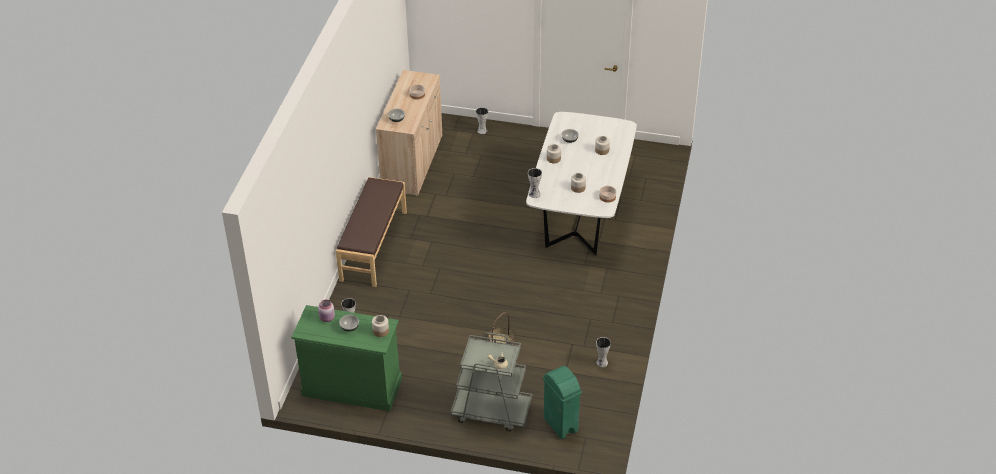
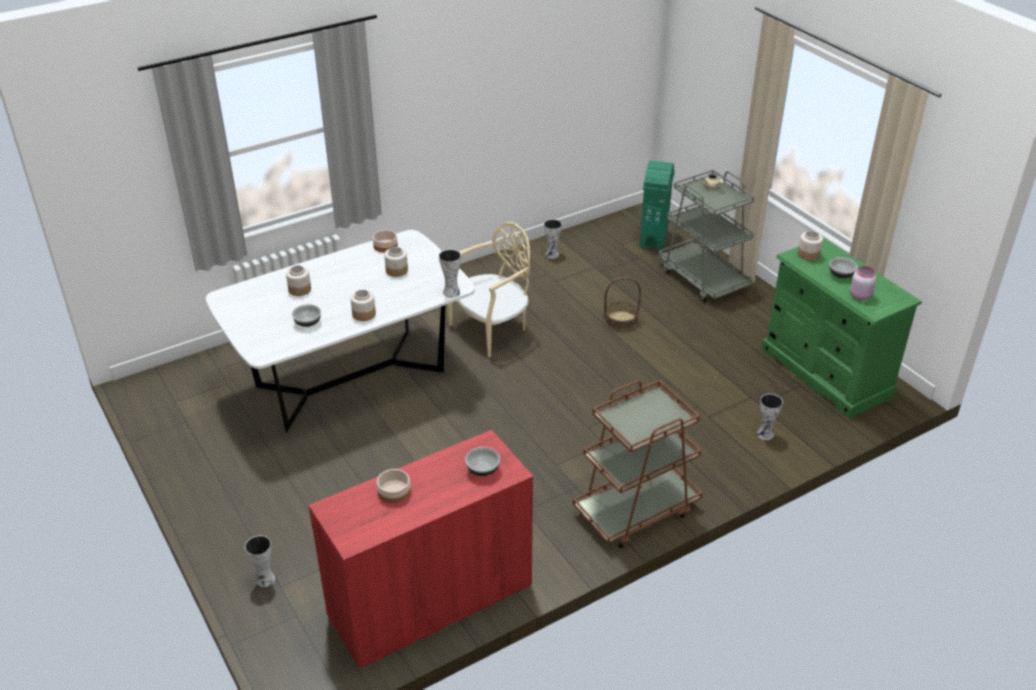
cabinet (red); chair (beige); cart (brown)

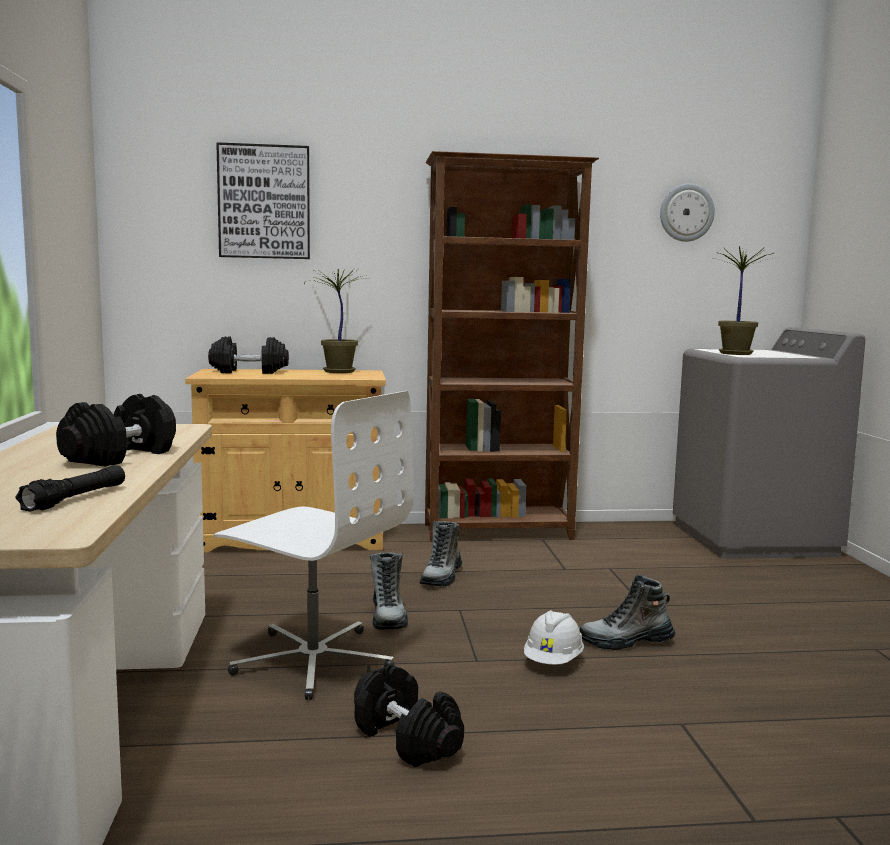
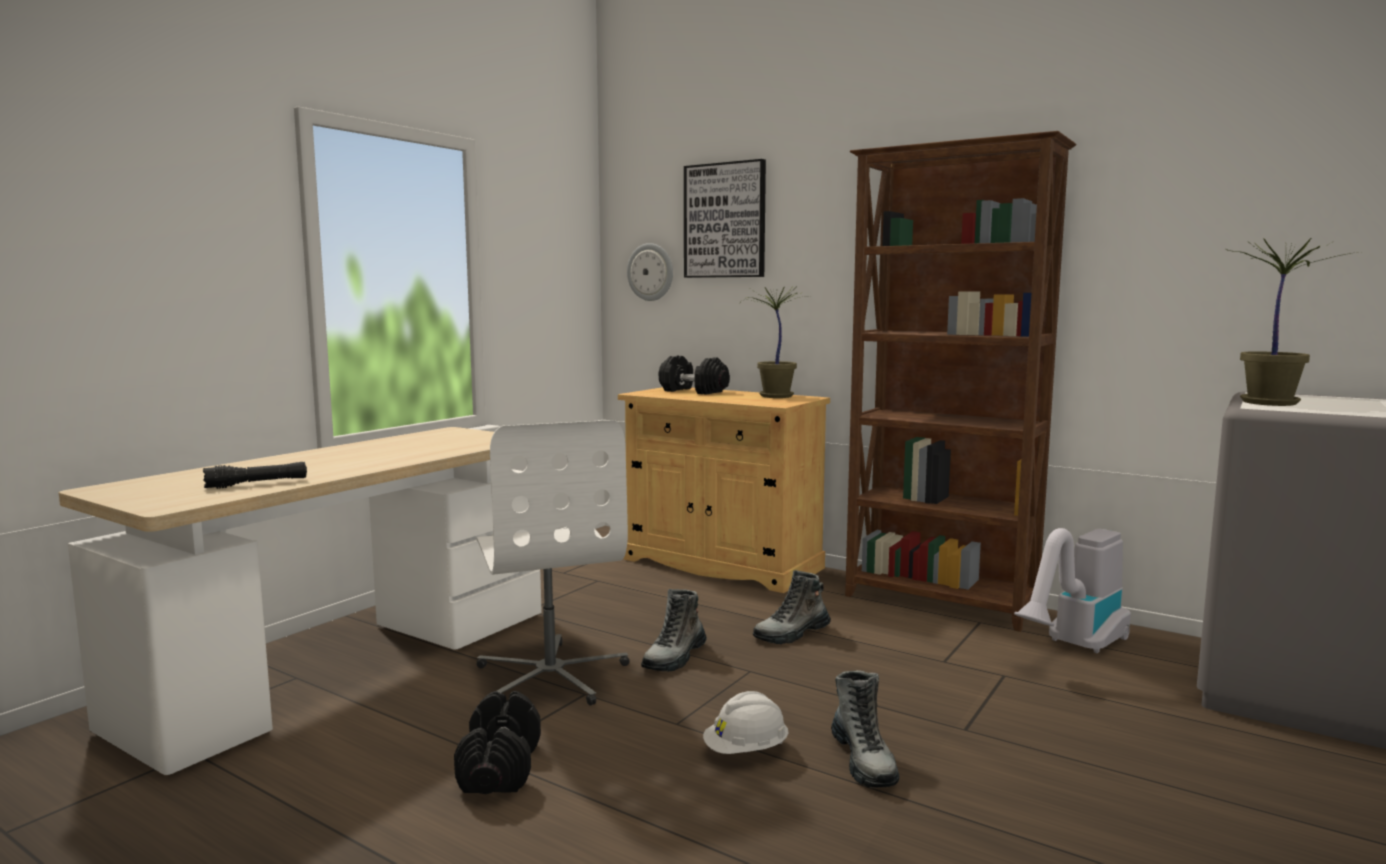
wall clock; boot (3rd from left); vacuum cleaner; dumbbell (black) (1st from left in the first image)

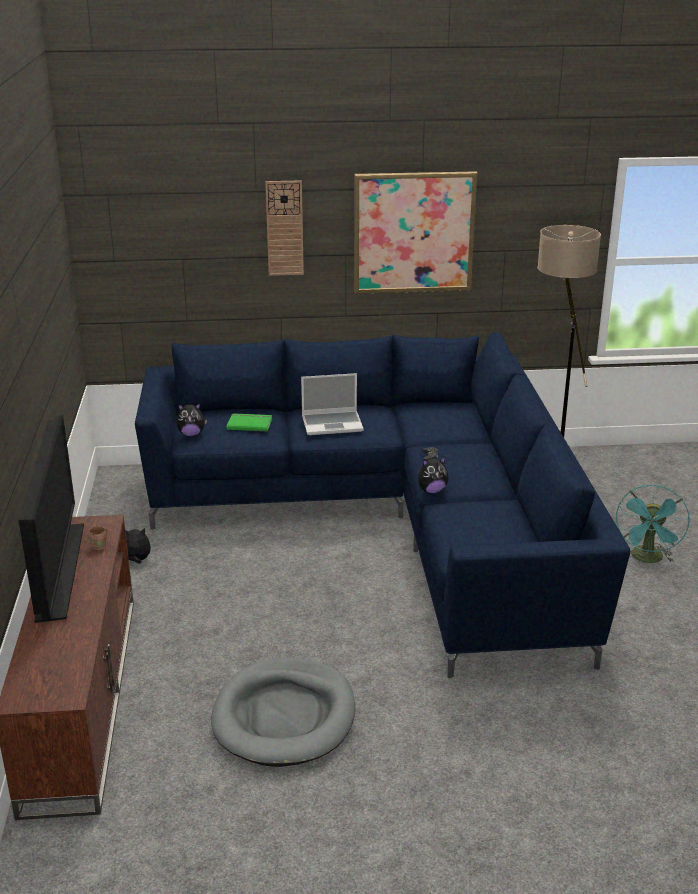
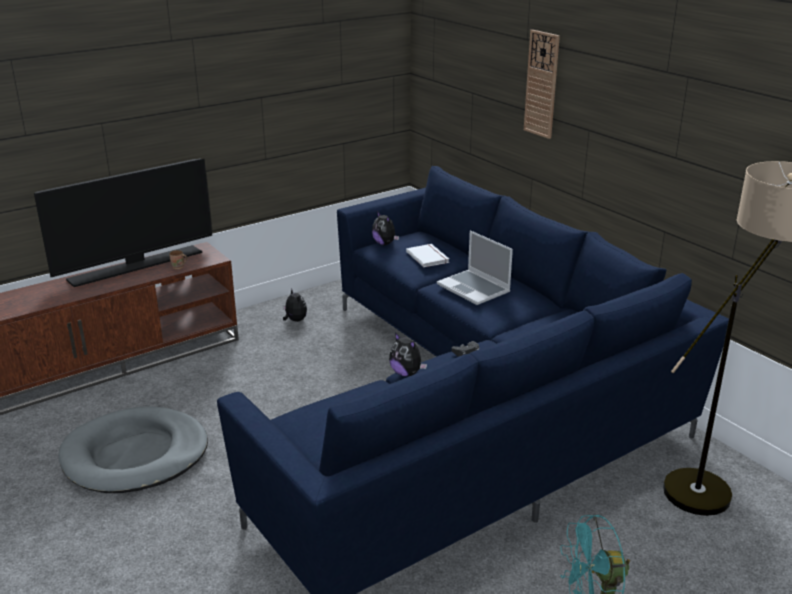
book (white); picture

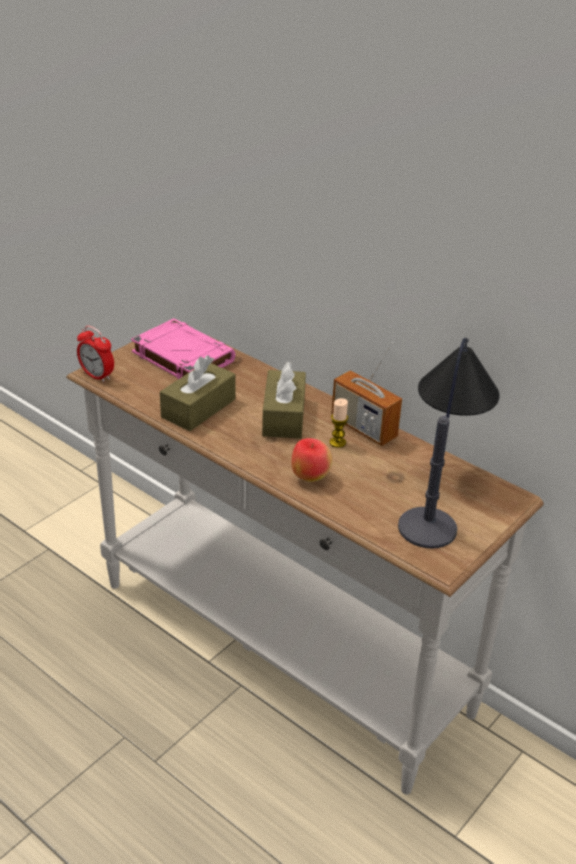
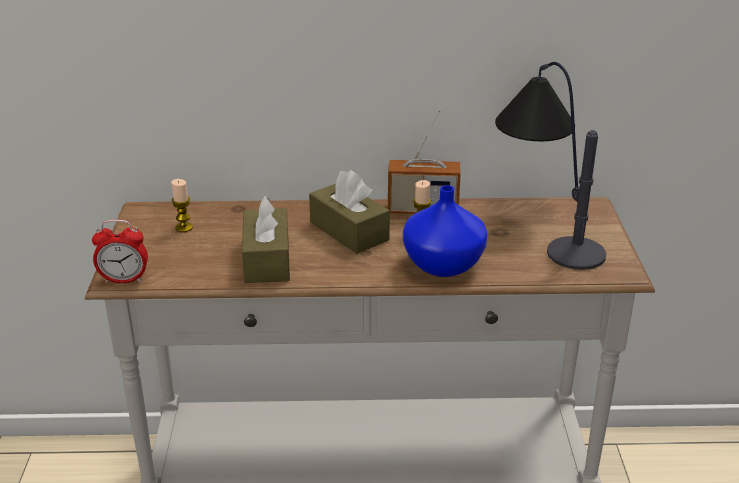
candle (1st from left); vase (blue)

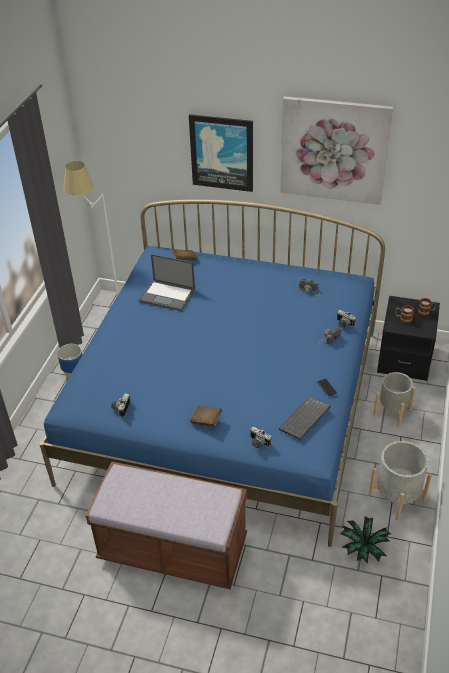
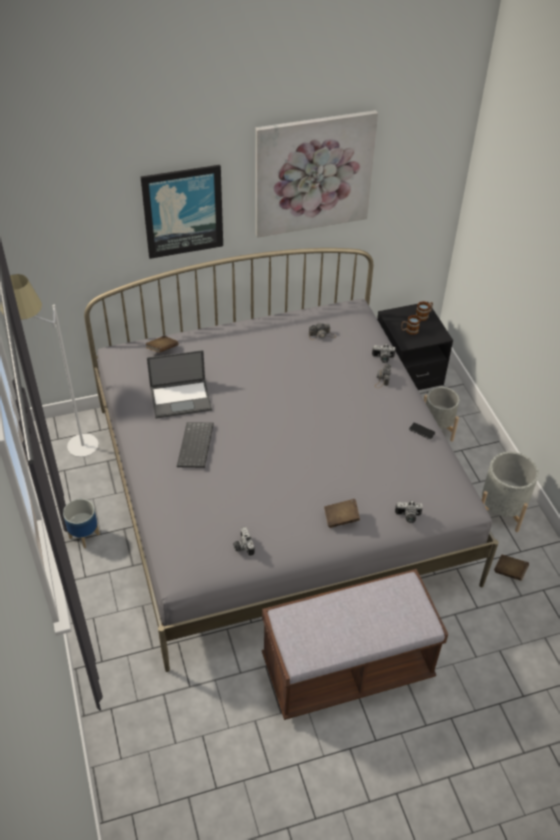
bed (grey); keyboard; book (brown) (3rd from left)

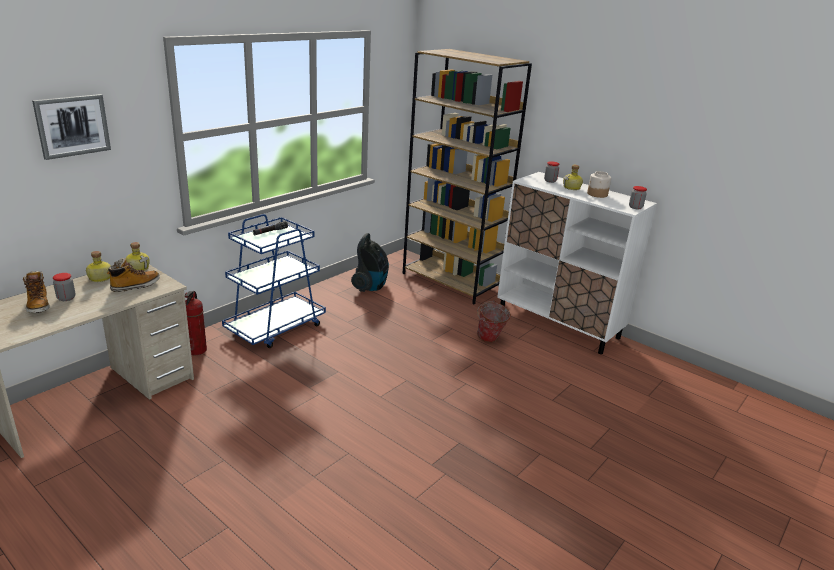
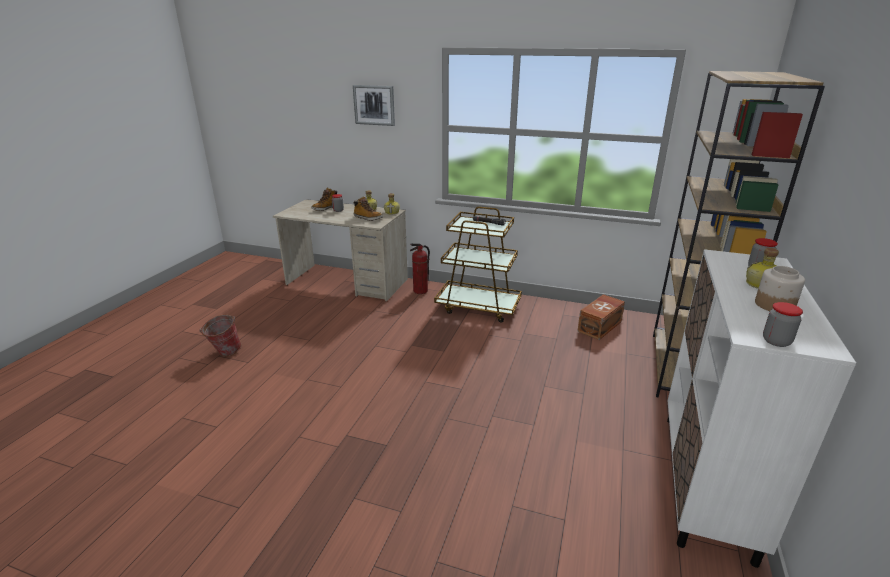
bucket; cart (brown); storage box (brown)

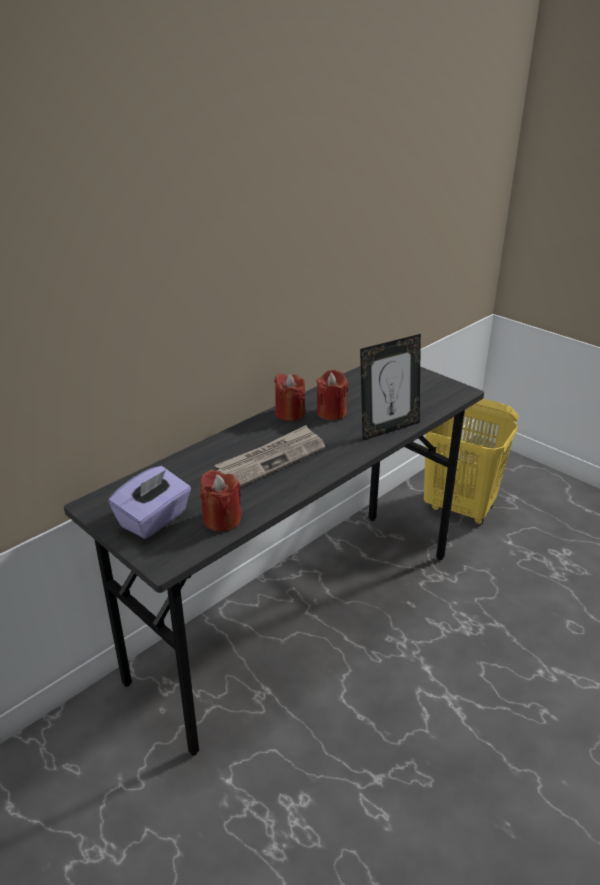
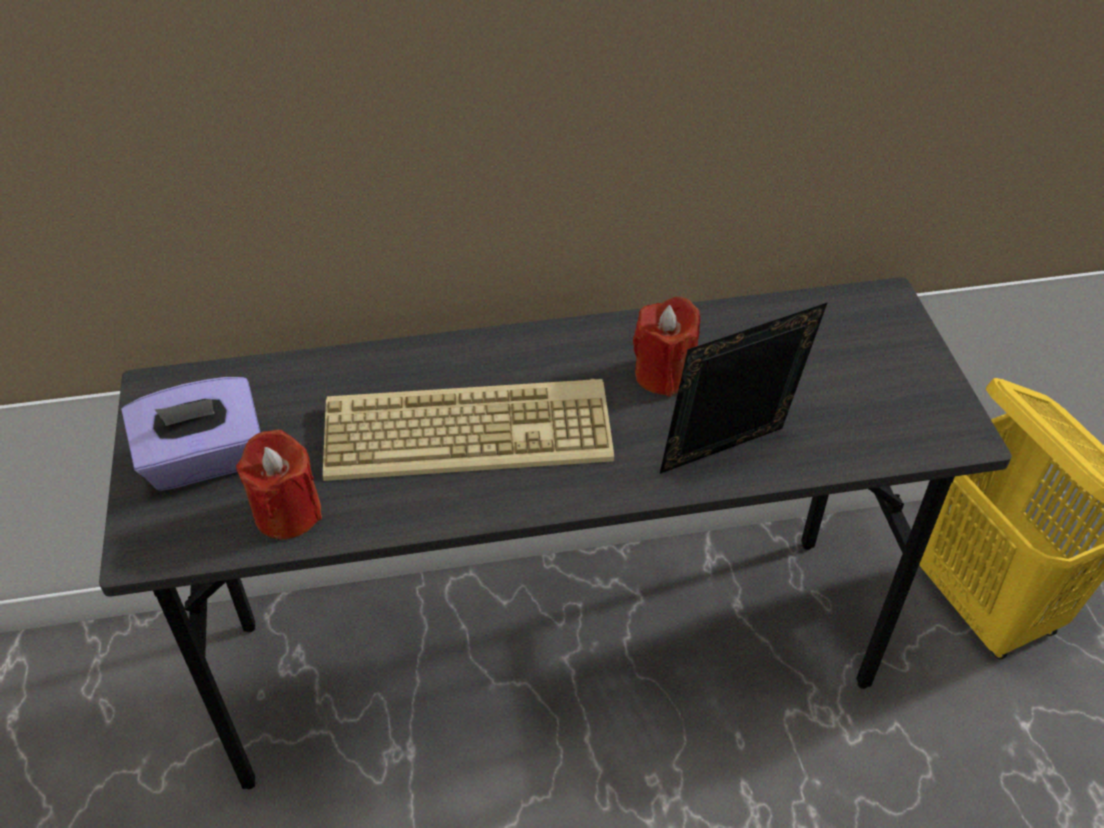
keyboard; picture frame; candle (red) (2nd from left in the first image)

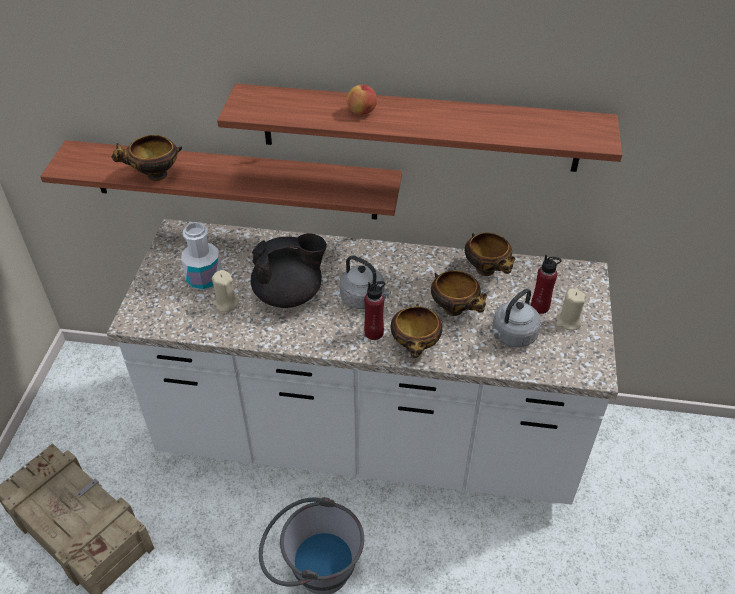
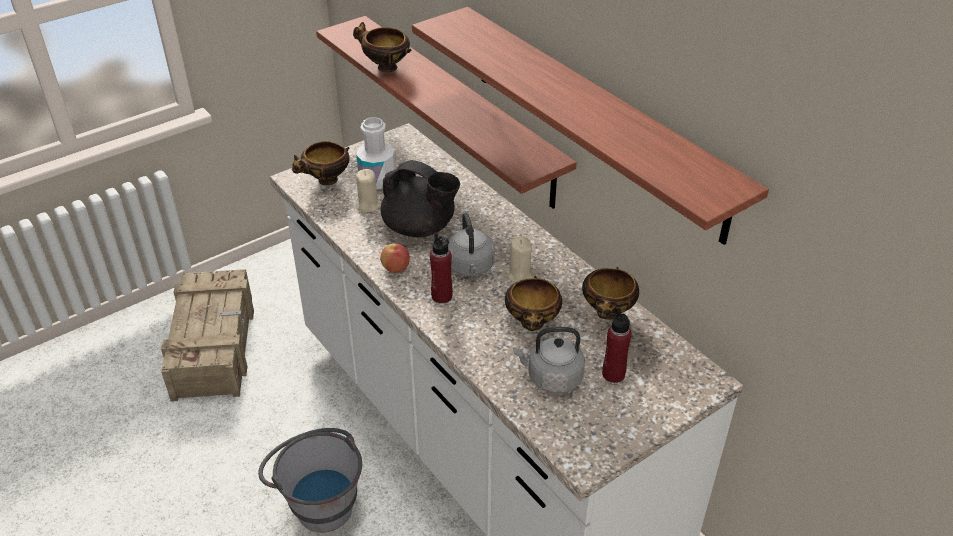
bowl (1st from left); apple; candle (beige) (2nd from left)

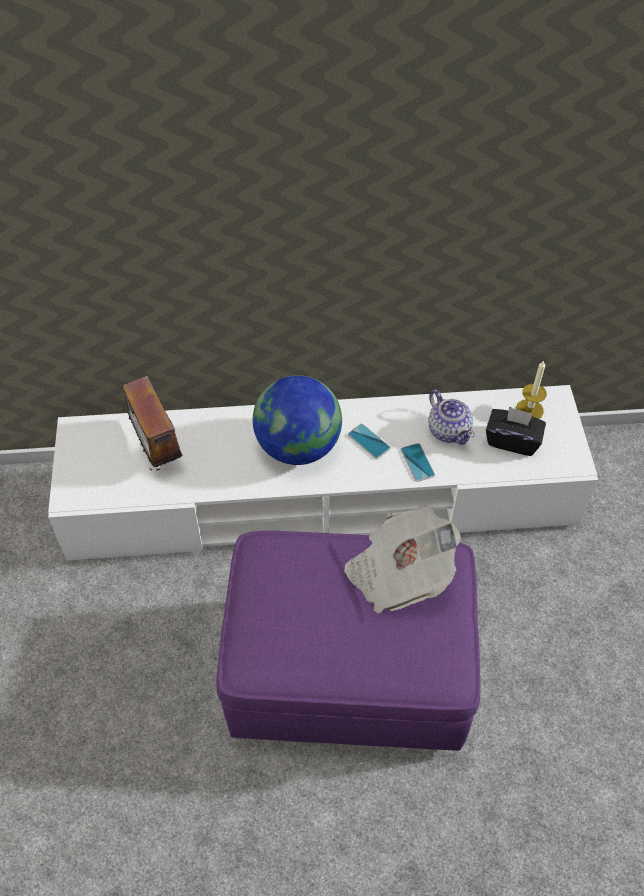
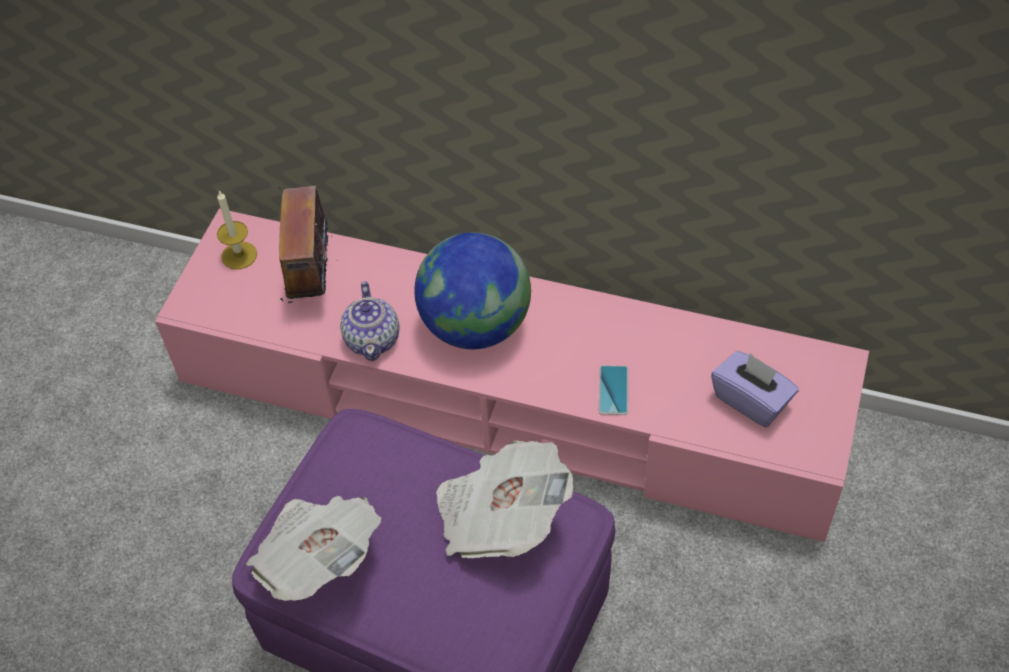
tv stand (pink); candle; newspaper (1st from left); teapot; tissue box (purple); phone (1st from left in the first image)

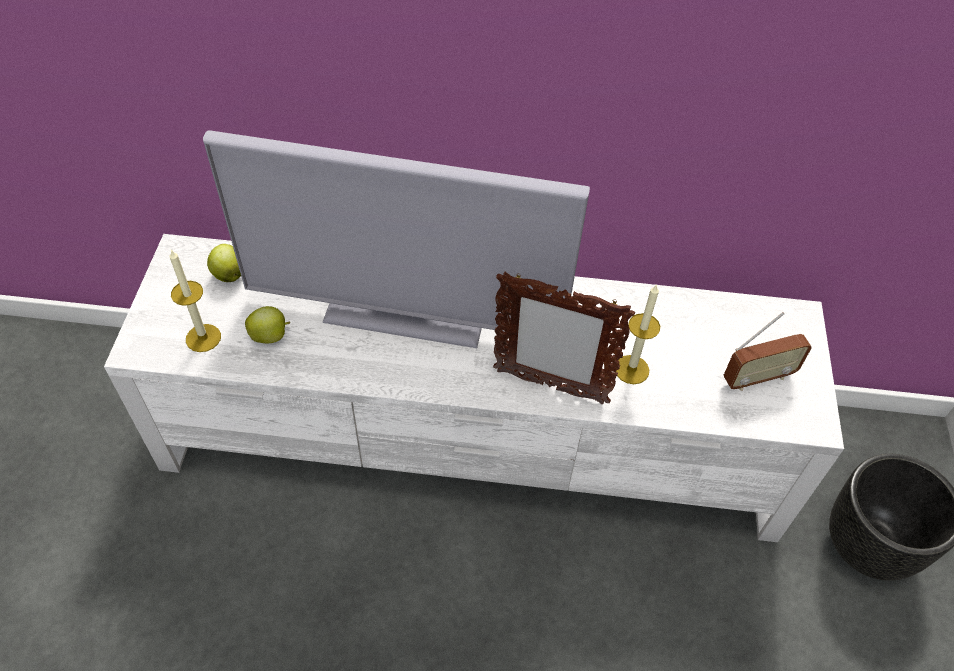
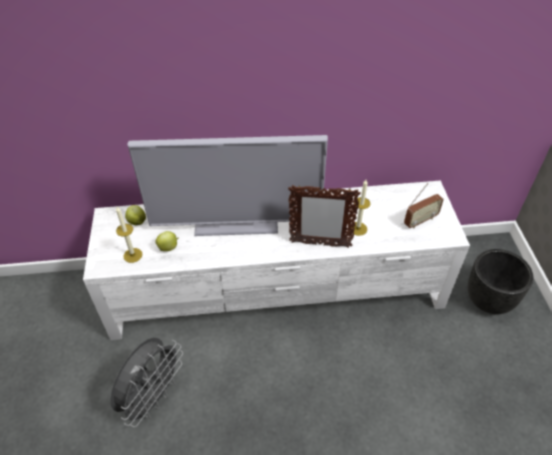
fan (grey)

